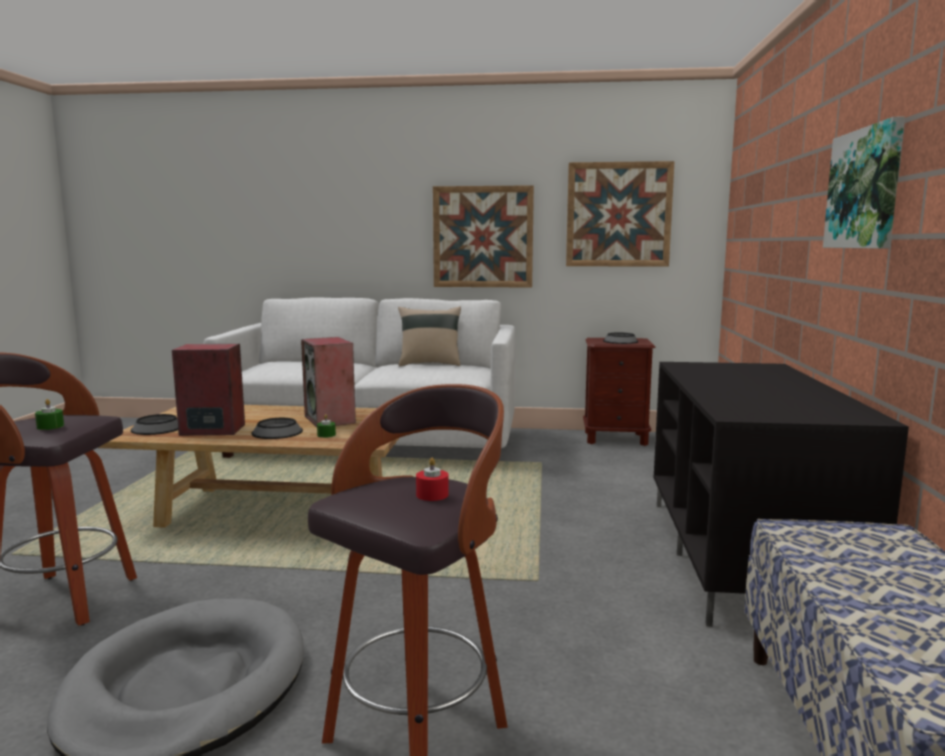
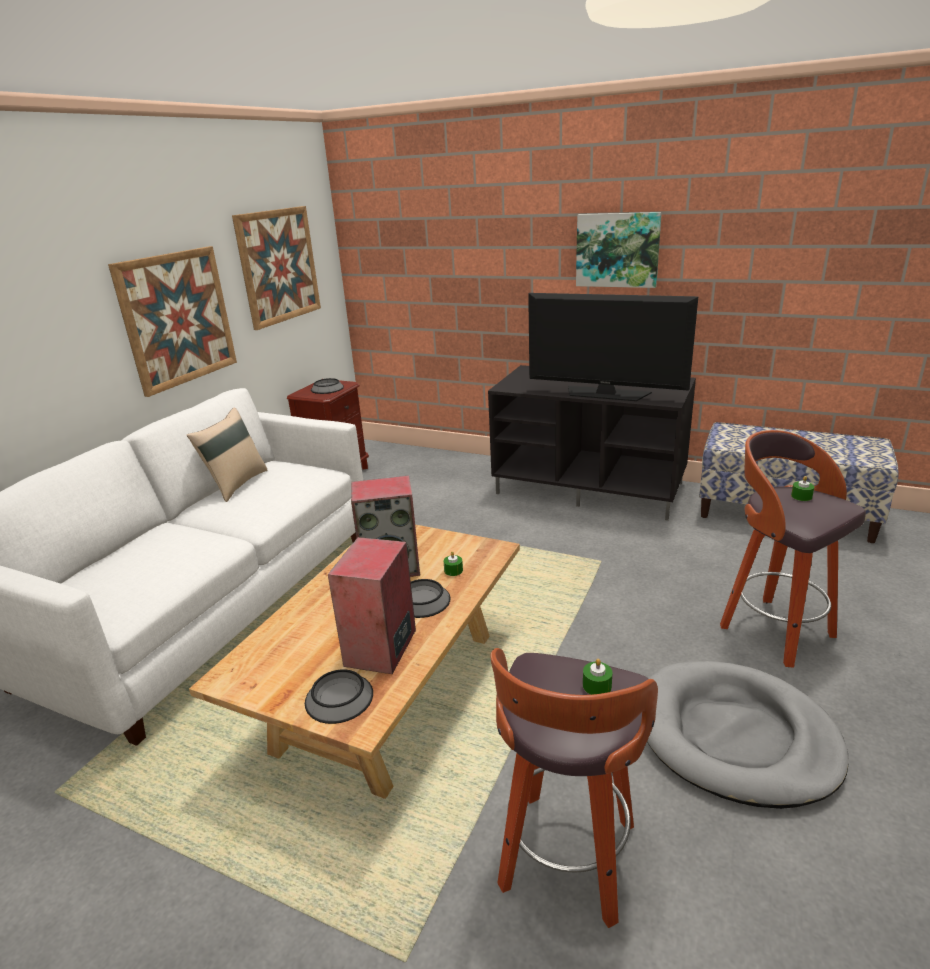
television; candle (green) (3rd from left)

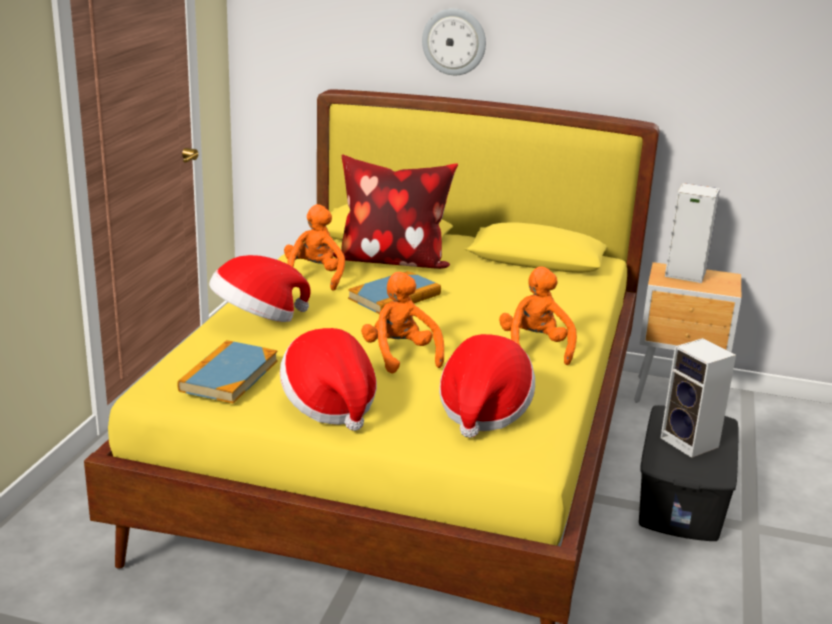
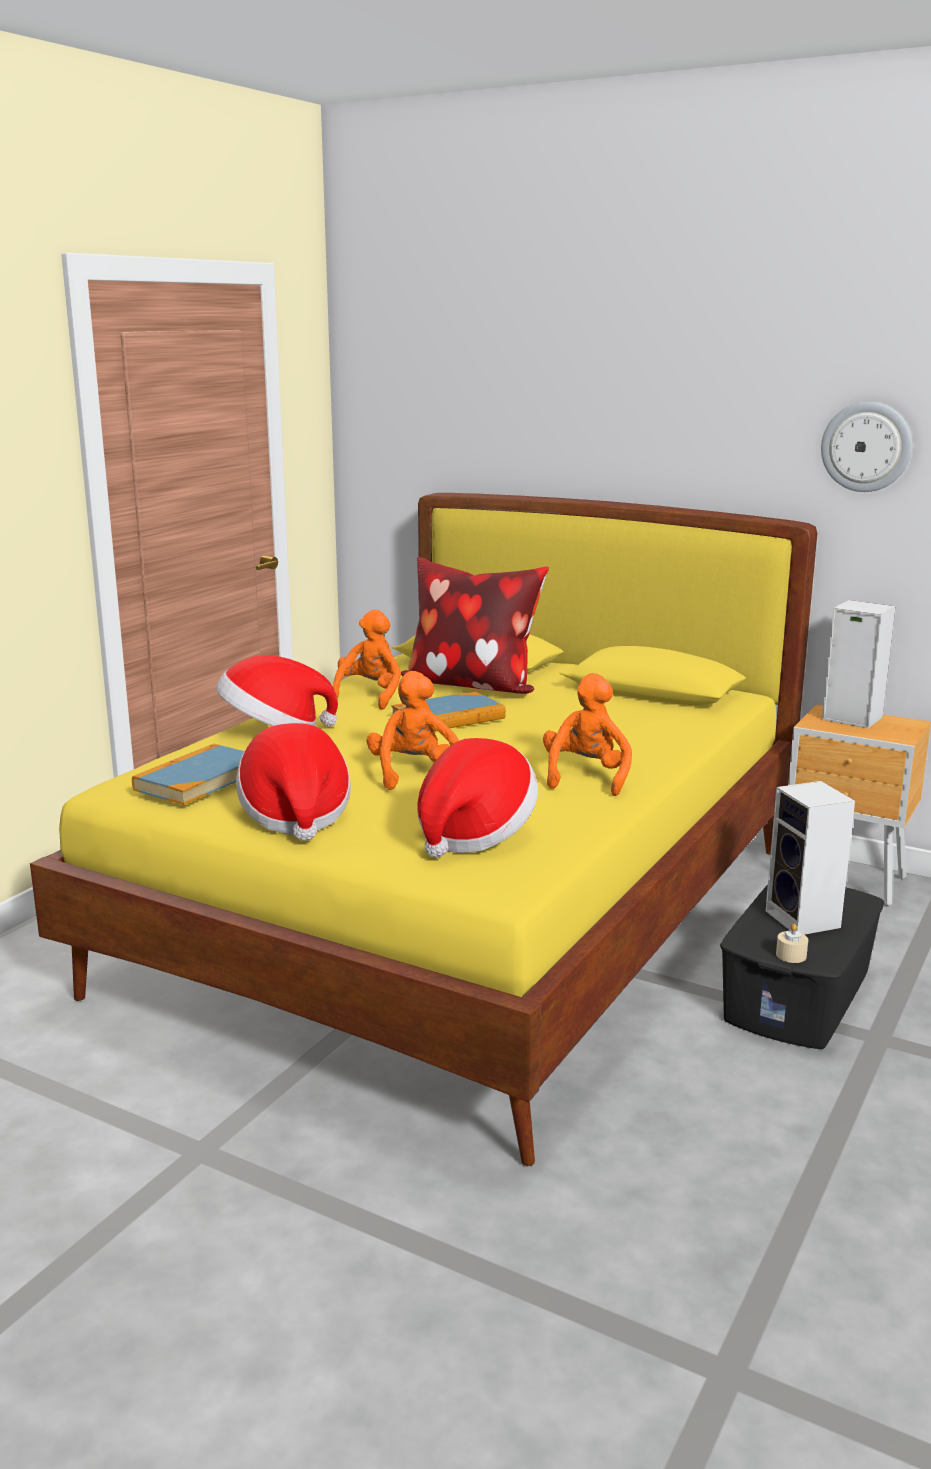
candle (beige); wall clock

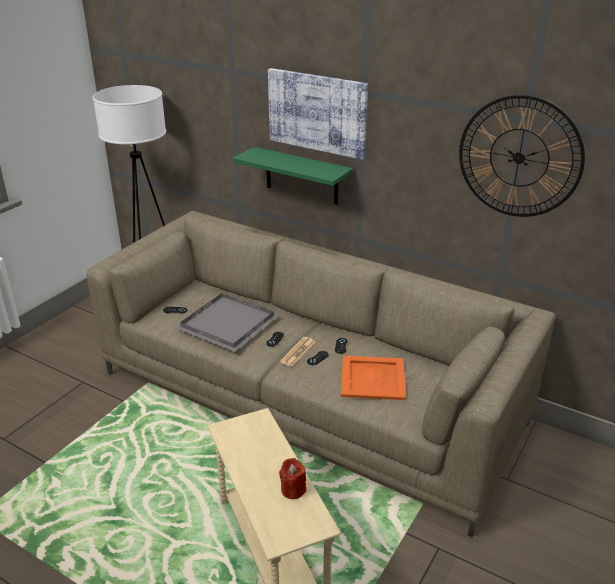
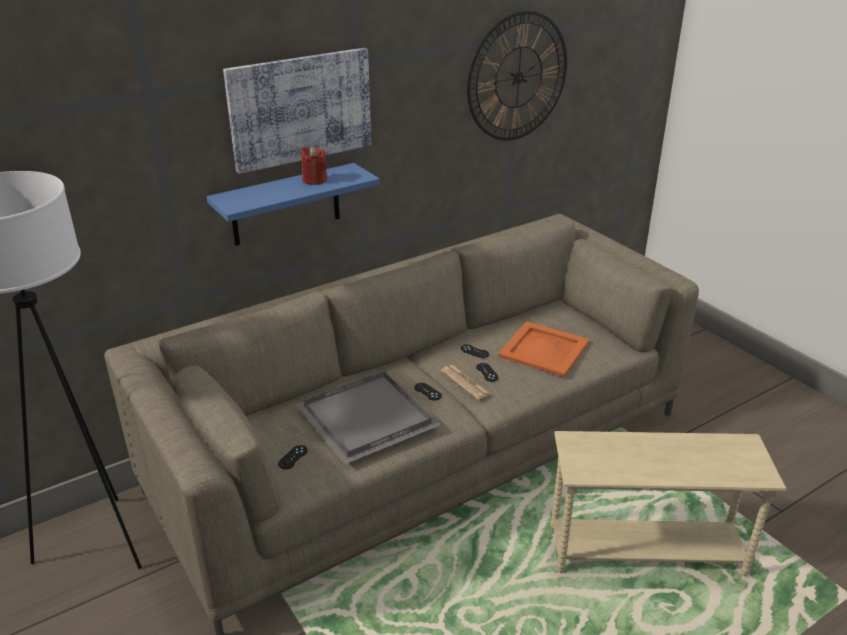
shelf (blue); candle (red)

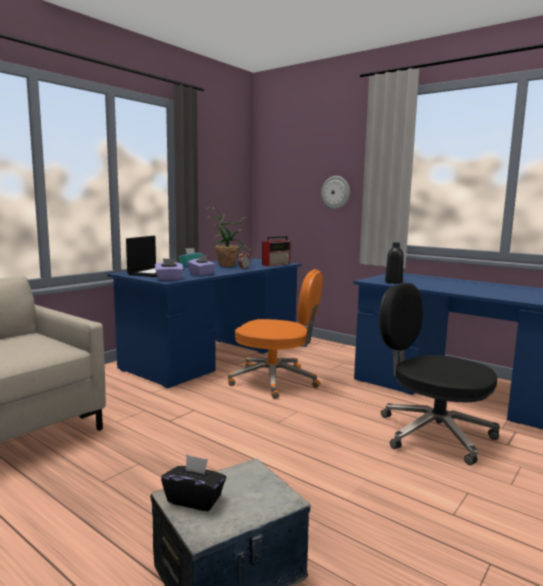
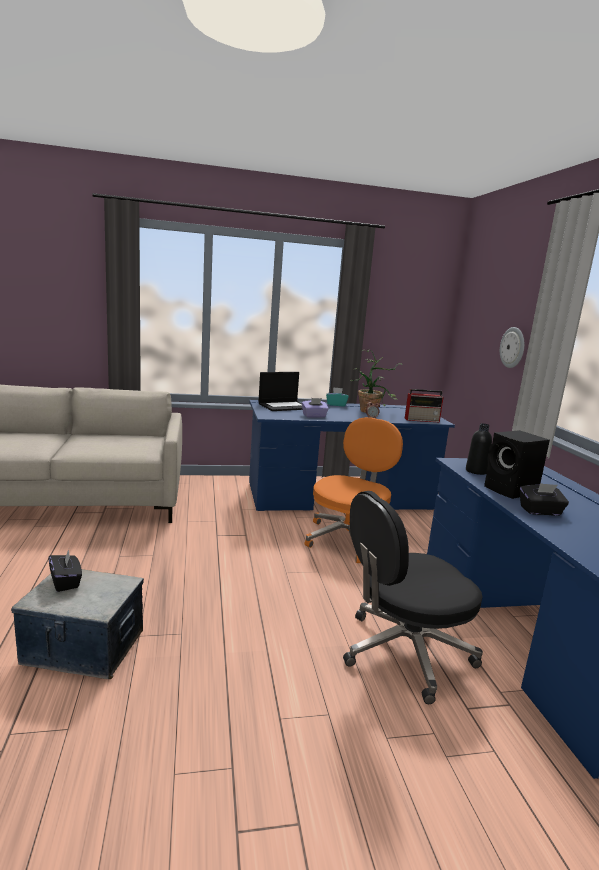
office chair (orange); office chair (black); speaker (black); tissue box (black) (2nd from left); tissue box (purple) (1st from left in the first image)

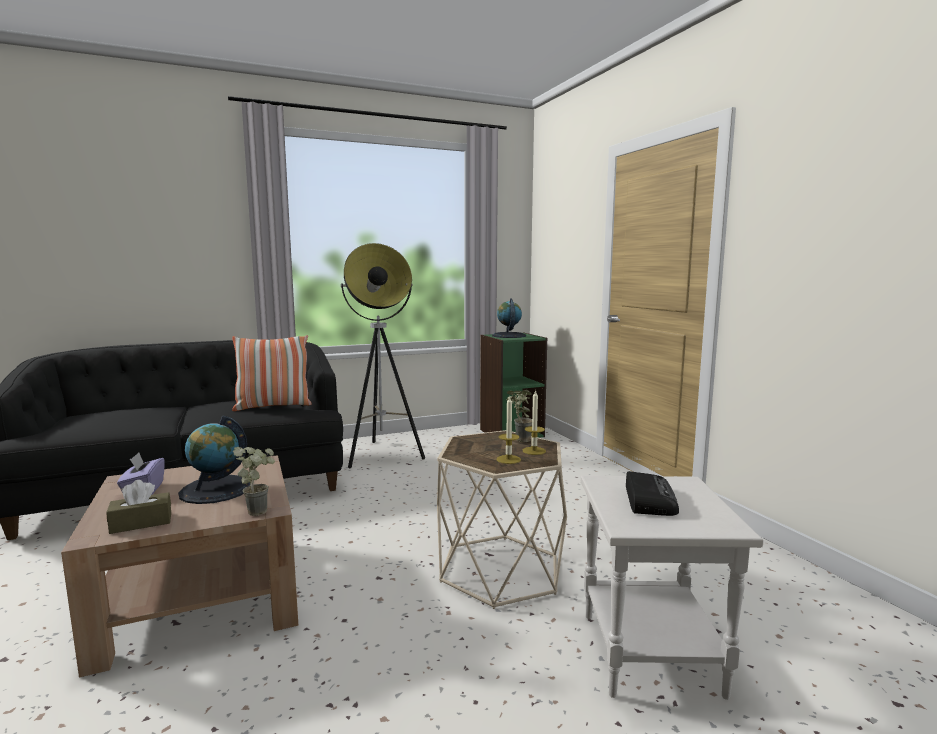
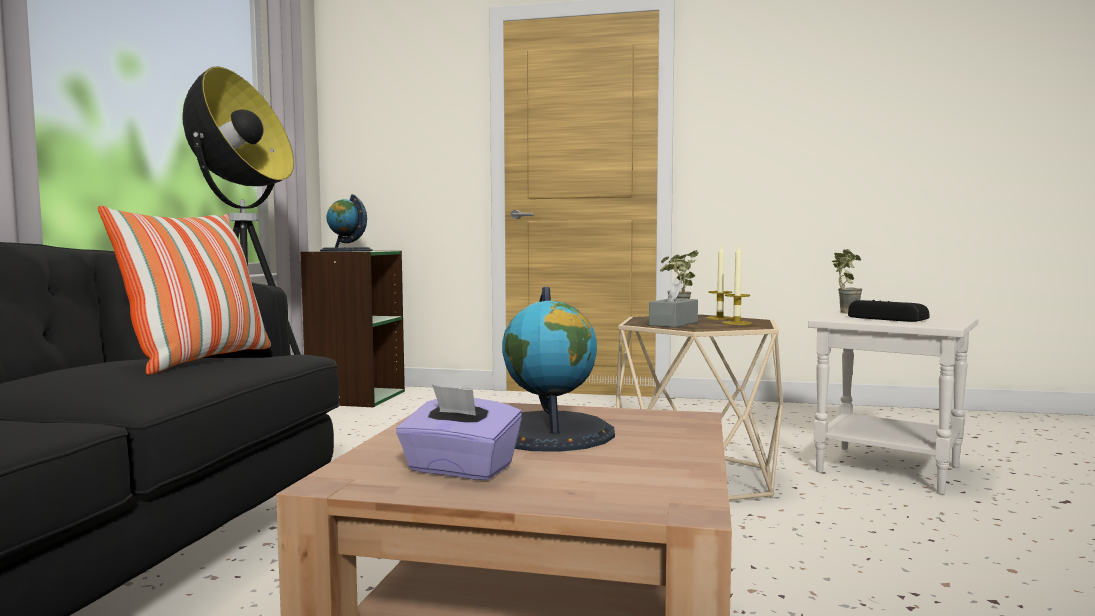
tissue box (grey); potted plant (2nd from left); tissue box (brown)

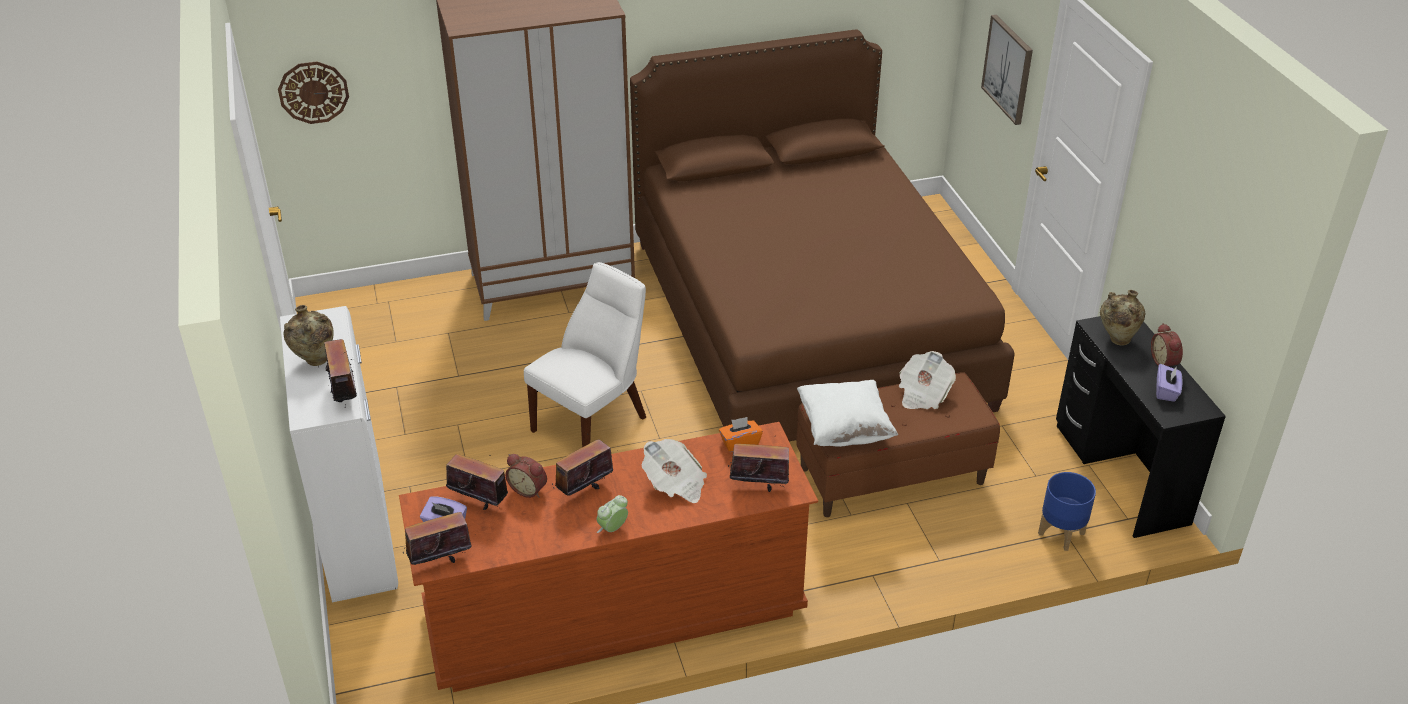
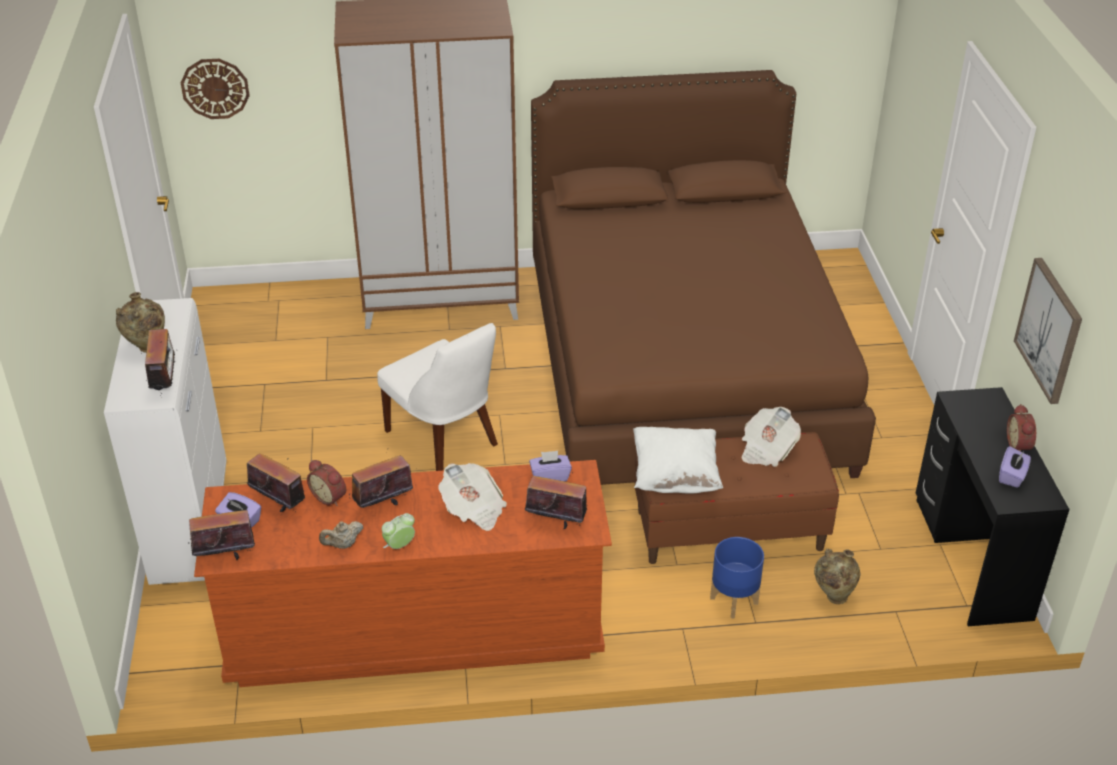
teapot (beige); chair (white); tissue box (purple) (2nd from left); planter (blue); vase (beige) (2nd from left); picture

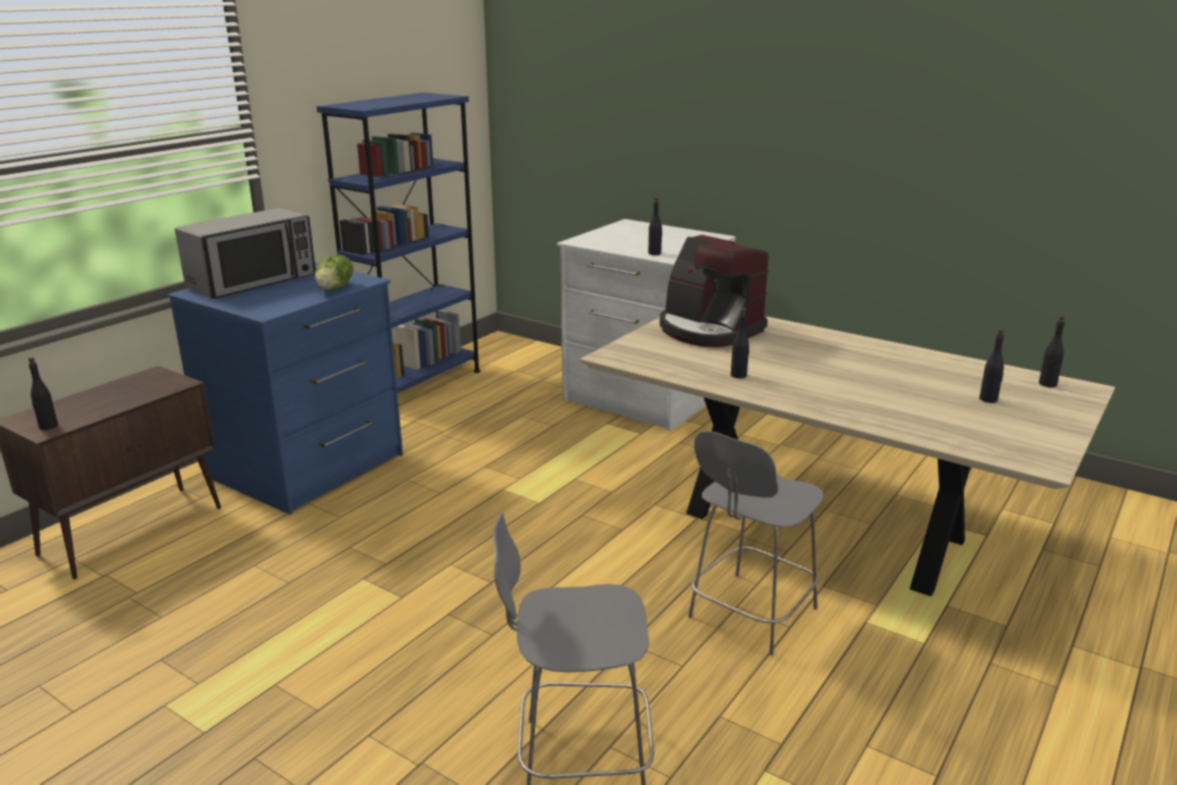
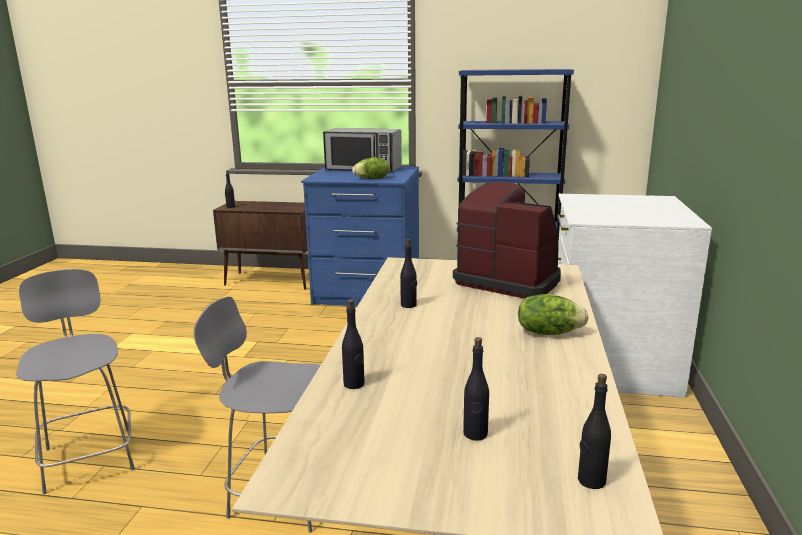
bottle (black) (2nd from left); coffee machine; lettuce (2nd from left)

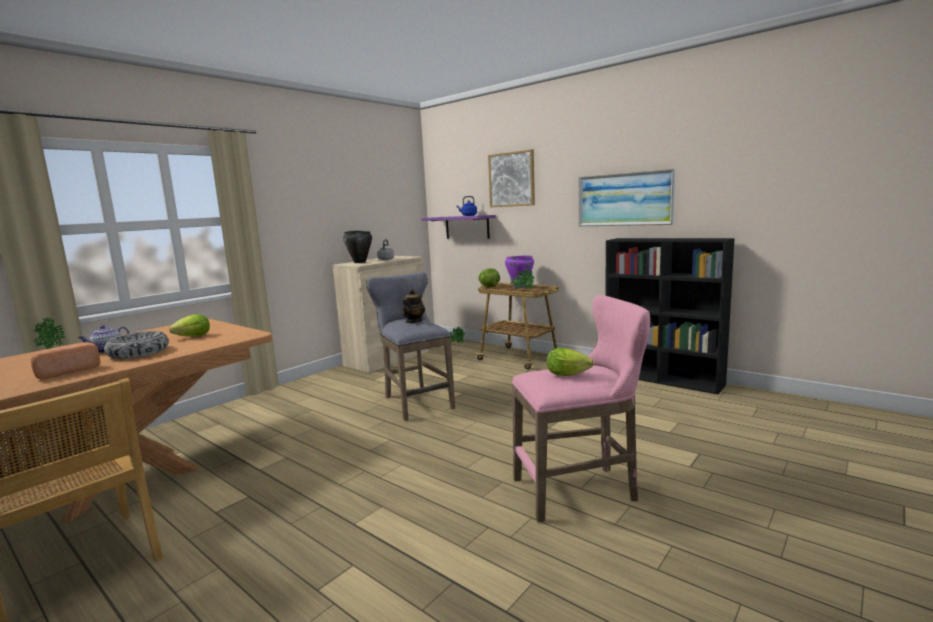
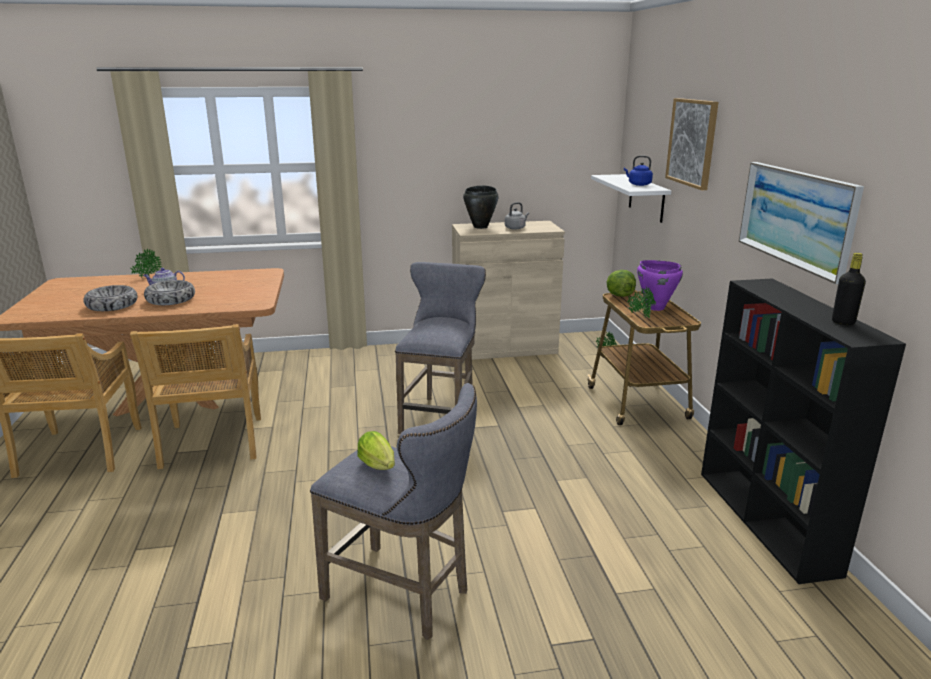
bowl (1st from left); chair (beige) (2nd from left); stool (grey) (1st from left); shelf (white); bottle (black); lettuce (1st from left in the first image); teapot (2nd from left in the first image)

